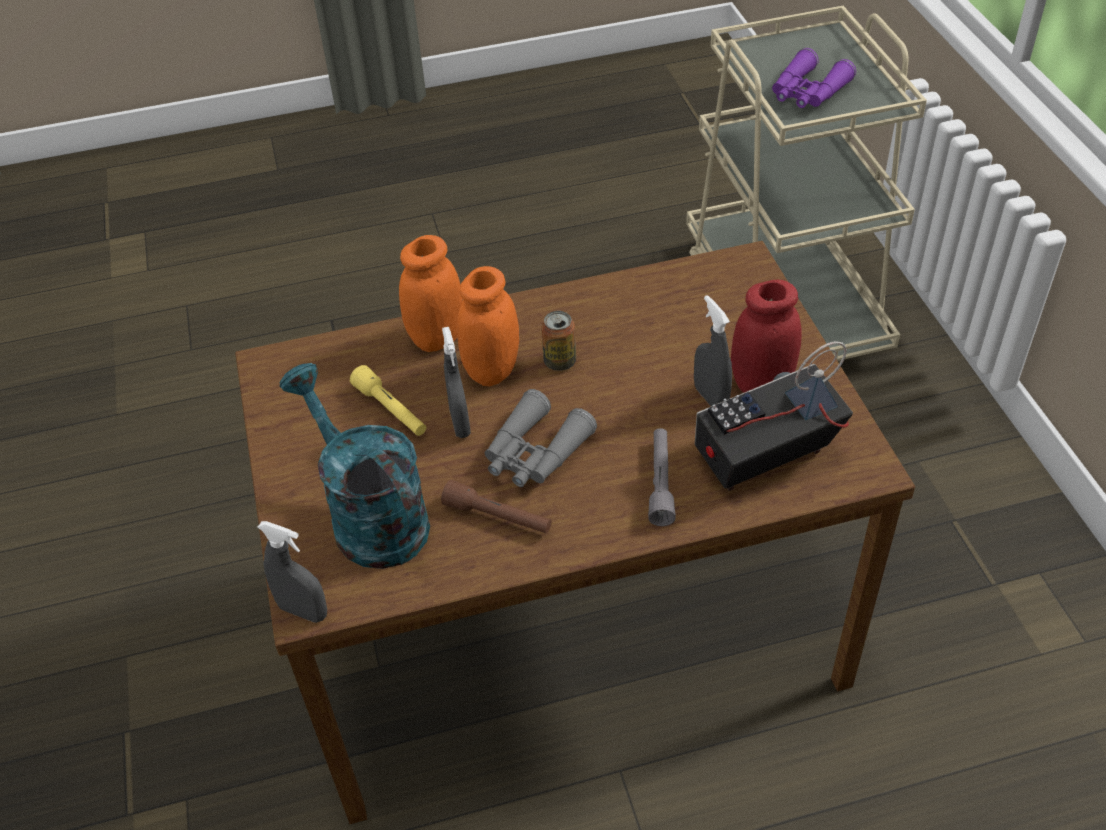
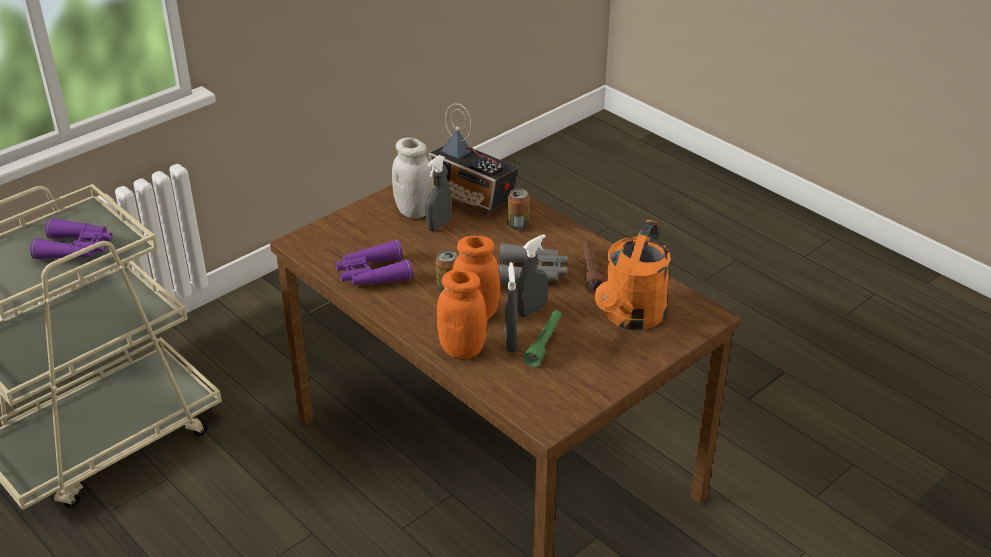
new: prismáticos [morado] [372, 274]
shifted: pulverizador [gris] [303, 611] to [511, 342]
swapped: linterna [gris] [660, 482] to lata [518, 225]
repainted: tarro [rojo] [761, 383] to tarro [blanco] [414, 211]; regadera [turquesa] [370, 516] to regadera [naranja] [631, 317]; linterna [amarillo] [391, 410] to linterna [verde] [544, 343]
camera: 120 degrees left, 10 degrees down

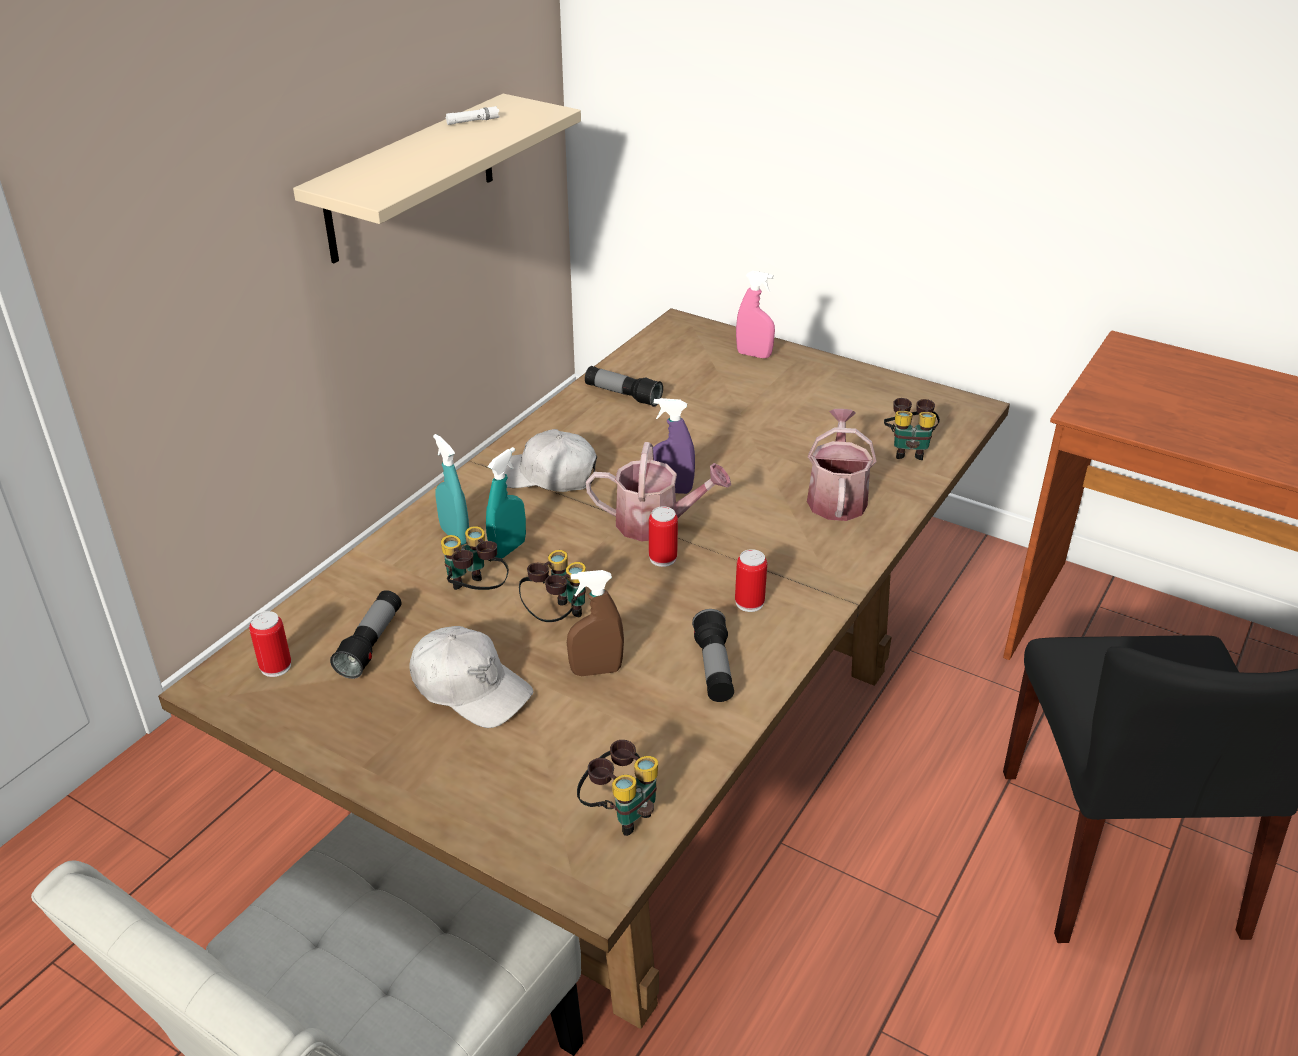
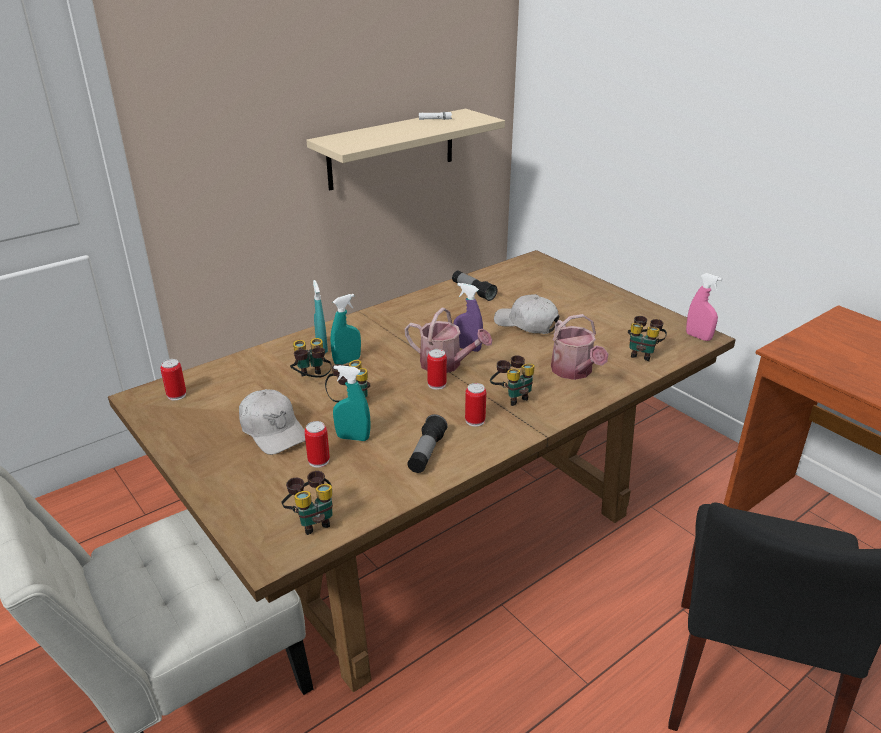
gone: linterna [371, 644]
new: prismáticos [512, 396]; lata [318, 461]
shifted: pulverizador [rosa] [754, 355] to [698, 337]; gorra [blanco] [548, 476] to [526, 324]
repainted: pulverizador [marrón] [596, 670] to pulverizador [turquesa] [353, 438]
rotated: regadera [837, 497] = [574, 372] 135 degrees clockwise
camera: 20 degrees right, 5 degrees down

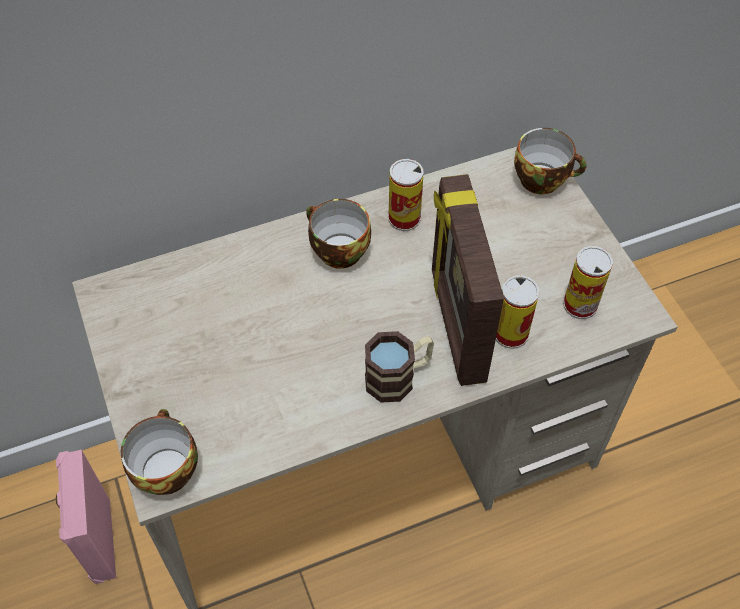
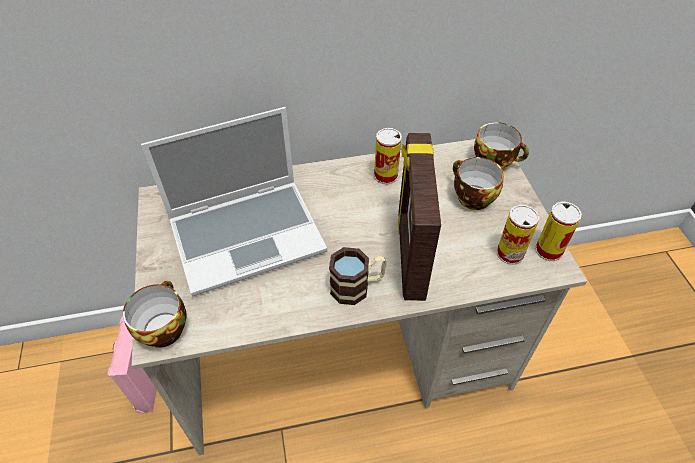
new: portátil [248, 235]
shifted: taza [336, 251] to [471, 197]; lata [511, 334] to [548, 250]
camera: 10 degrees right, 5 degrees down

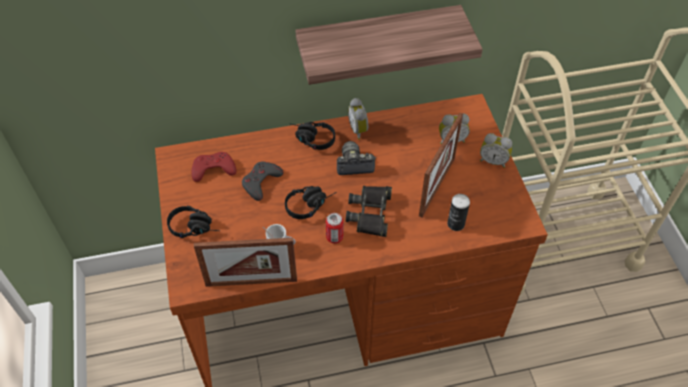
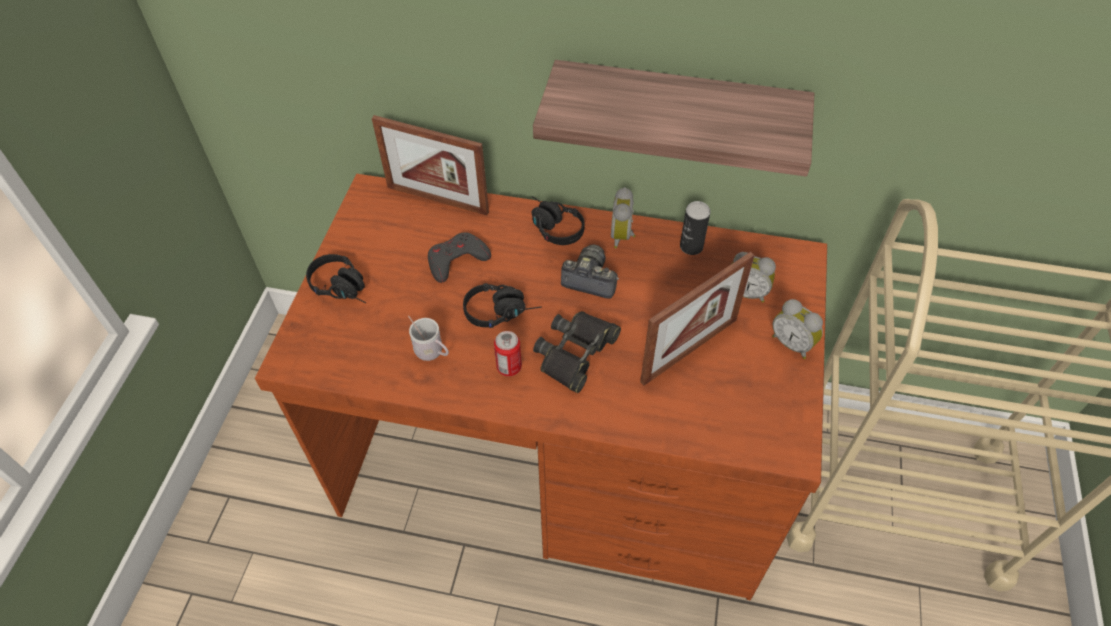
gone: mando de consola [rojo] [213, 169]
shifted: lata [455, 224] to [691, 246]; portarretratos [251, 282] to [437, 199]
camera: 25 degrees right, 0 degrees up

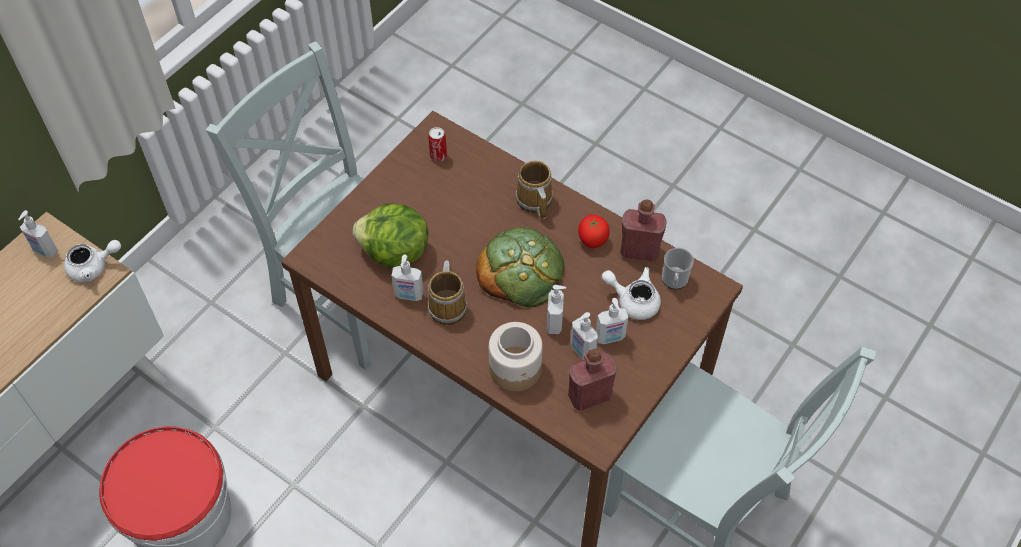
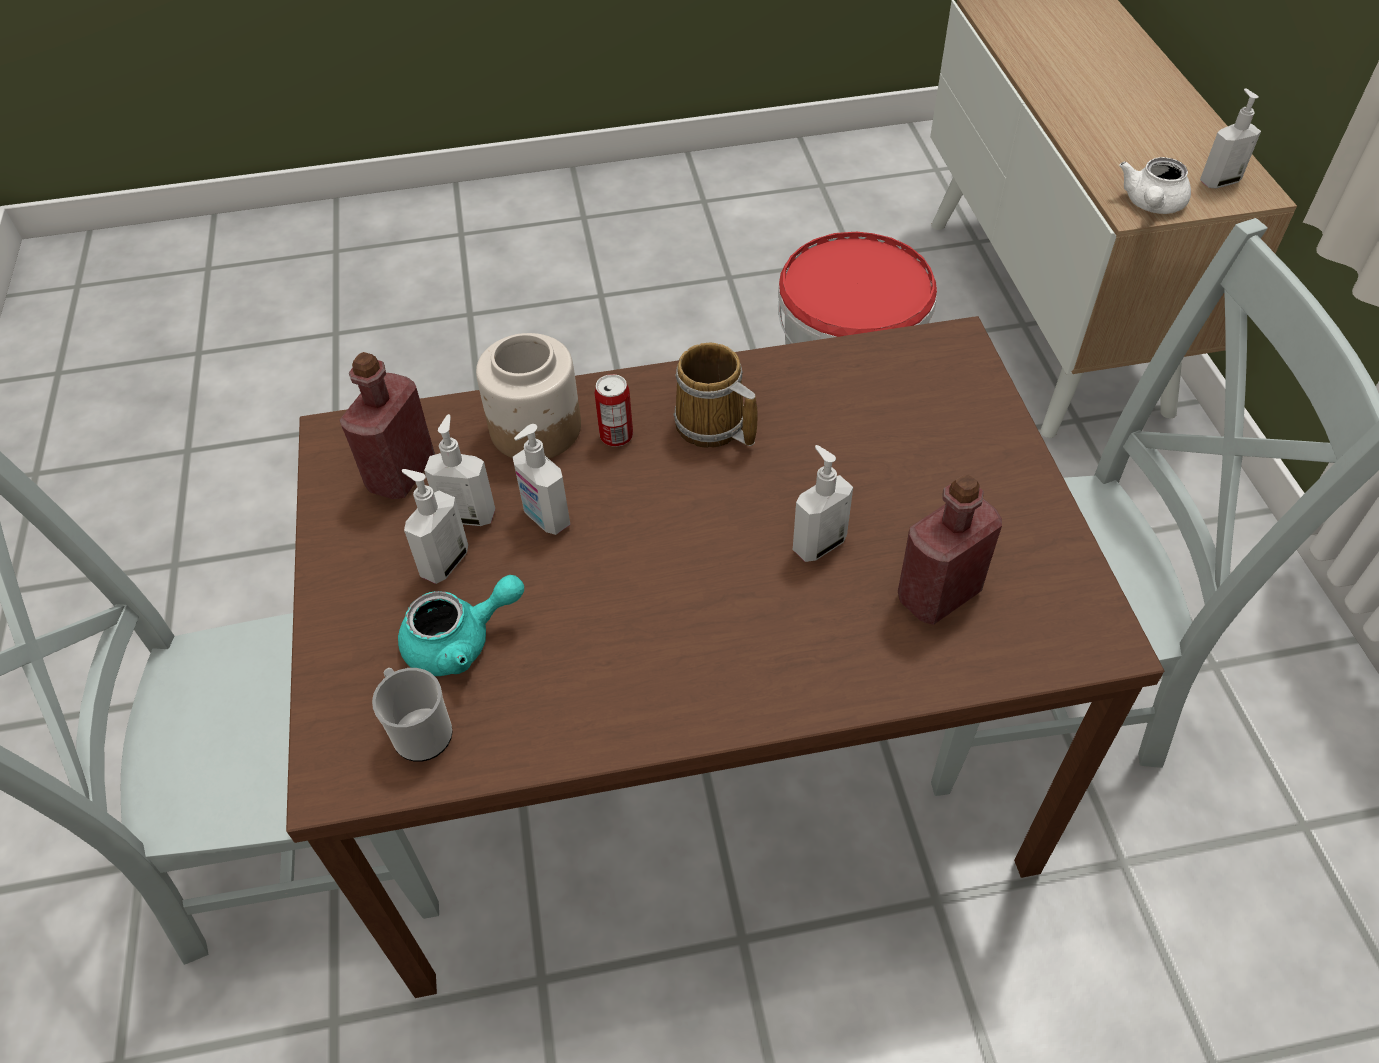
gone: taza grande [534, 201]; lechuga [394, 253]; tomate [592, 240]; pan [521, 270]
shifted: lata [438, 156] to [616, 436]; botella [rojo] [639, 251] to [938, 594]; dispensador de jabón [409, 295] to [818, 544]
repainted: tetera [blanco] [633, 300] to tetera [turquesa] [460, 642]
camera: 135 degrees right, 5 degrees down

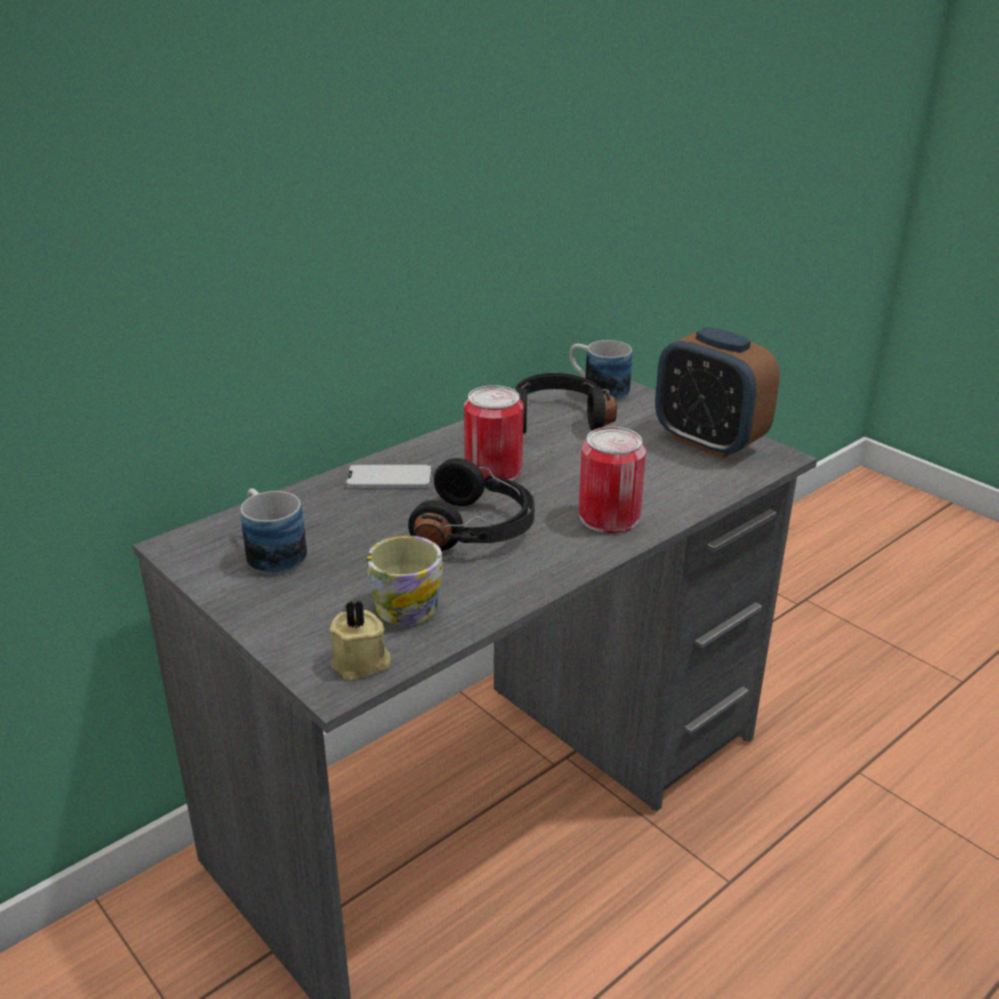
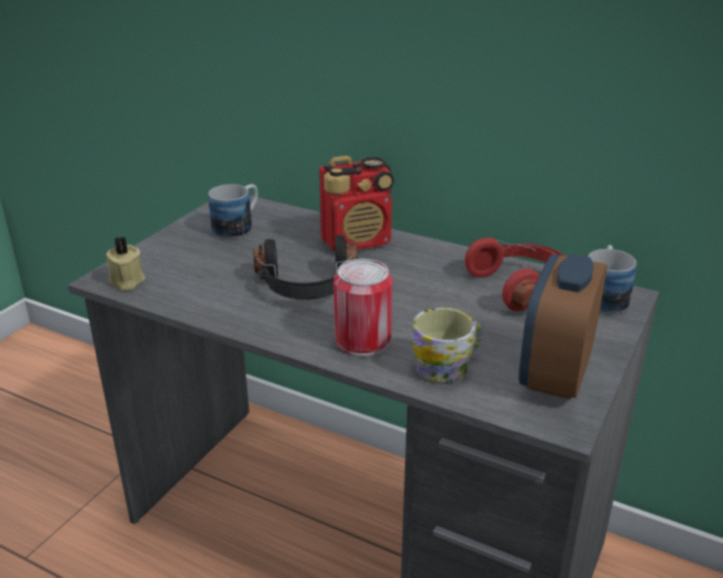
gone: lata [493, 470]
shifted: taza grande [406, 602] to [448, 366]
swapped: móvil [389, 479] to radio [357, 241]
repainted: auriculares [negro] [556, 418] to auriculares [rojo] [521, 286]
camera: 70 degrees right, 0 degrees up

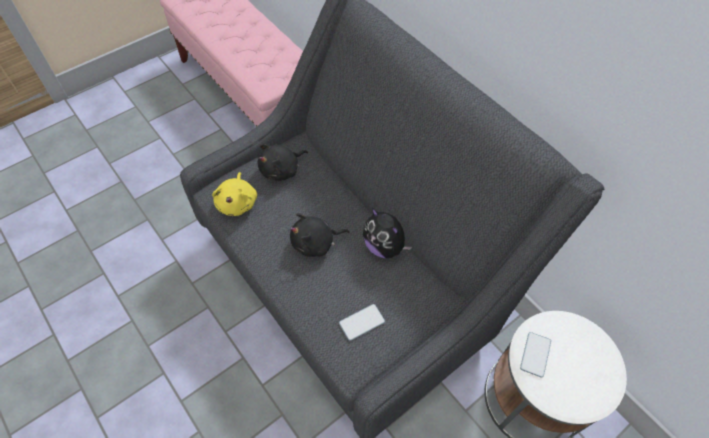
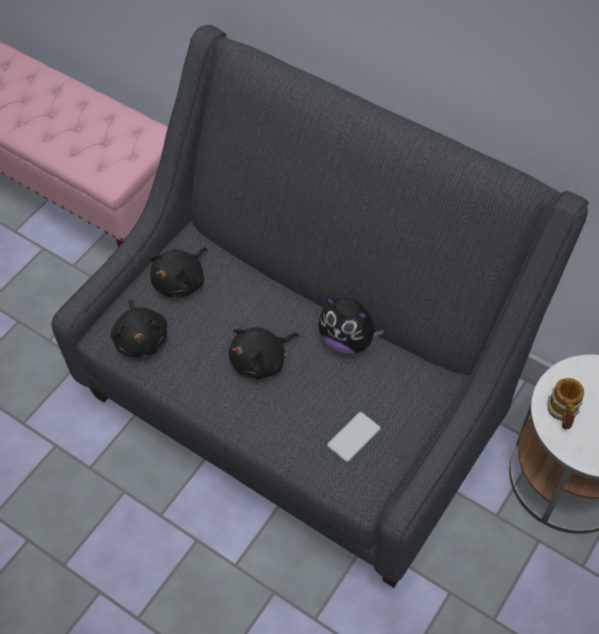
swapped: móvil [535, 354] to taza grande [562, 414]
repainted: peluche [amarillo] [237, 202] to peluche [negro] [141, 338]
camera: 15 degrees left, 0 degrees up

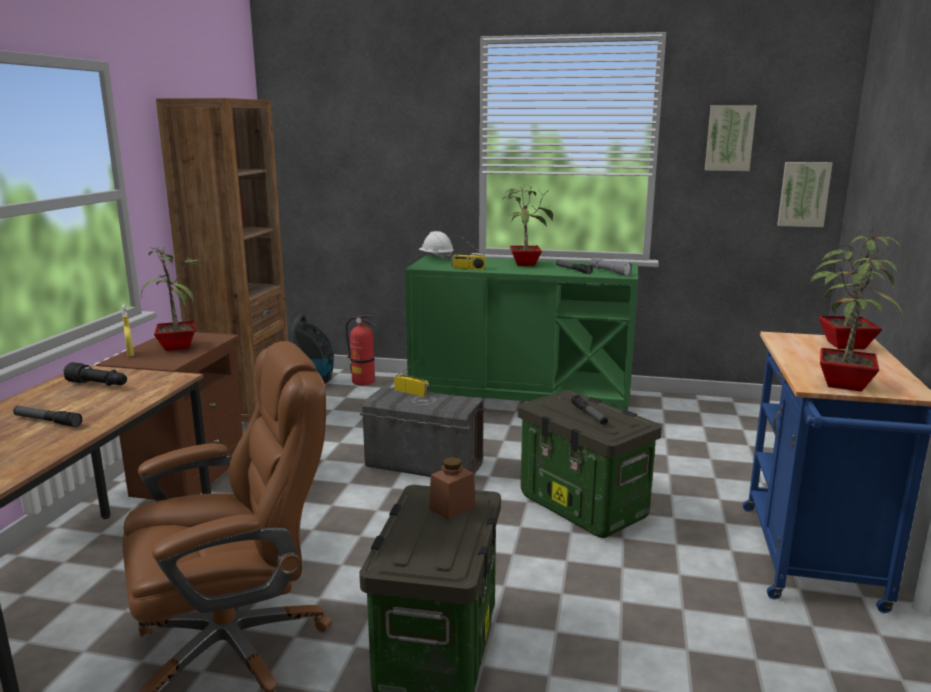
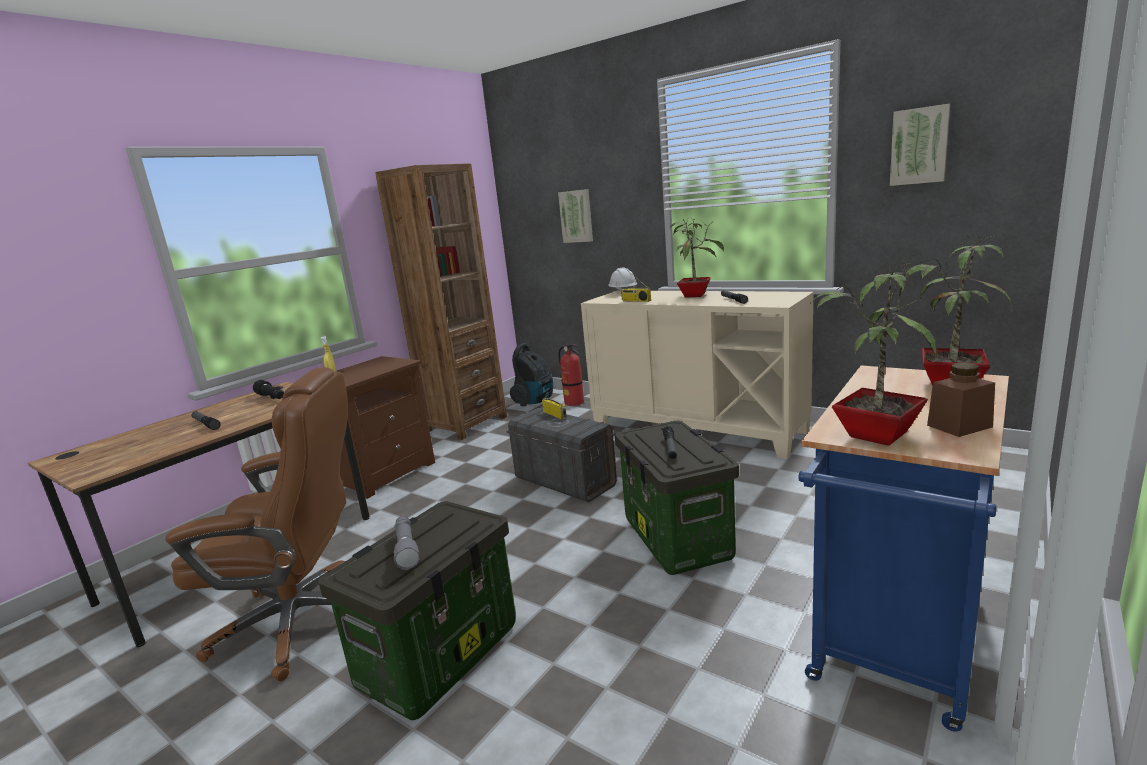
gone: planta en maceta [180, 347]
shifted: cuadro [803, 194] to [576, 216]; linterna [gris] [608, 272] to [406, 548]; tarro [marrón] [452, 508] to [959, 426]
repainted: armario [verde] [520, 402] to armario [beis] [697, 428]
camera: 25 degrees right, 0 degrees up

